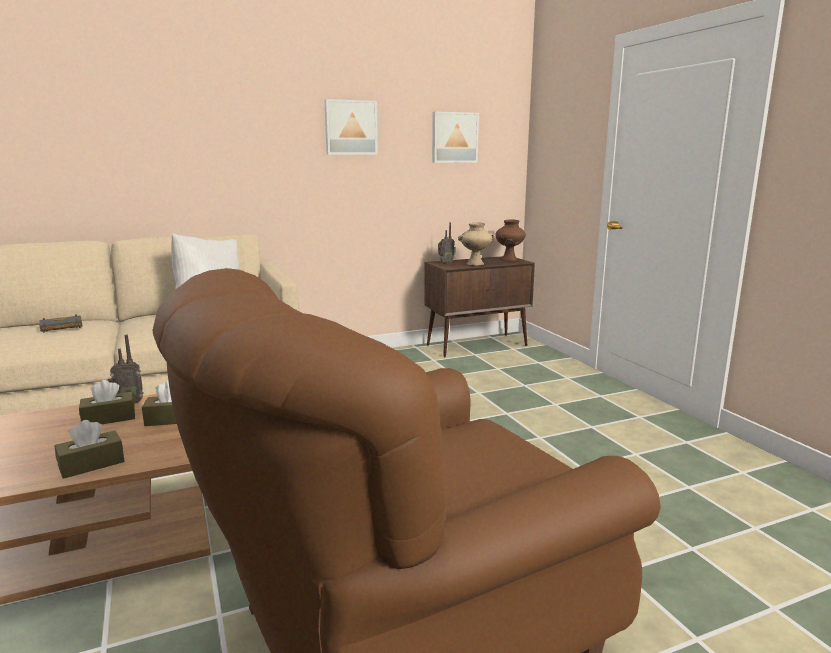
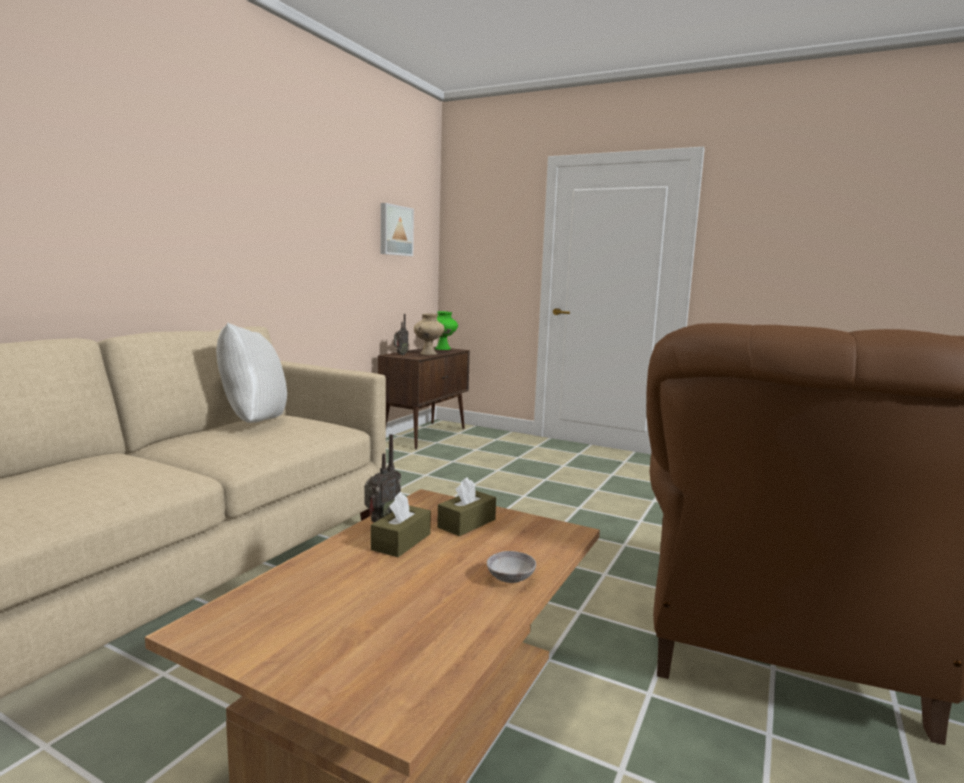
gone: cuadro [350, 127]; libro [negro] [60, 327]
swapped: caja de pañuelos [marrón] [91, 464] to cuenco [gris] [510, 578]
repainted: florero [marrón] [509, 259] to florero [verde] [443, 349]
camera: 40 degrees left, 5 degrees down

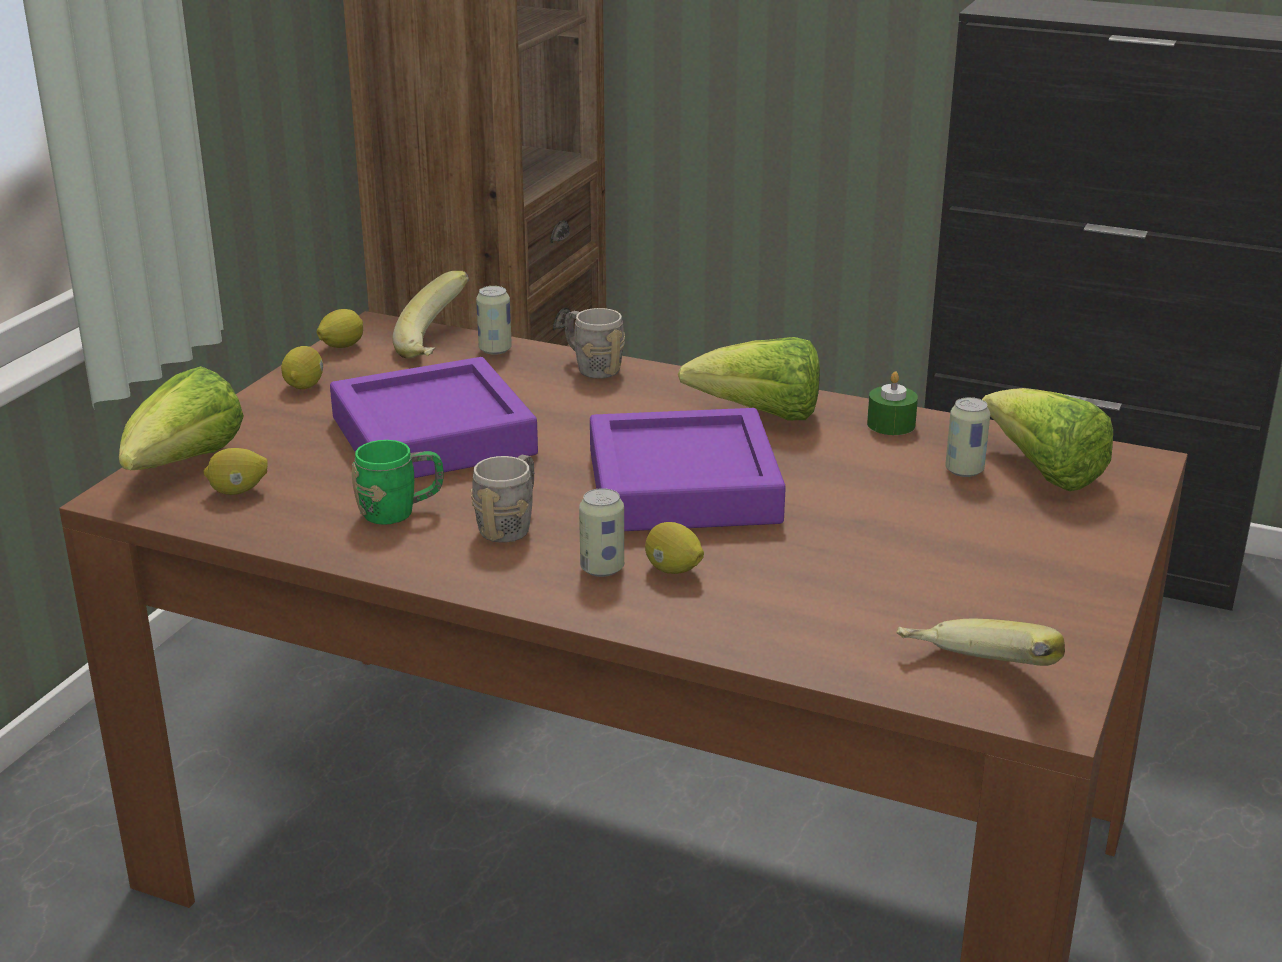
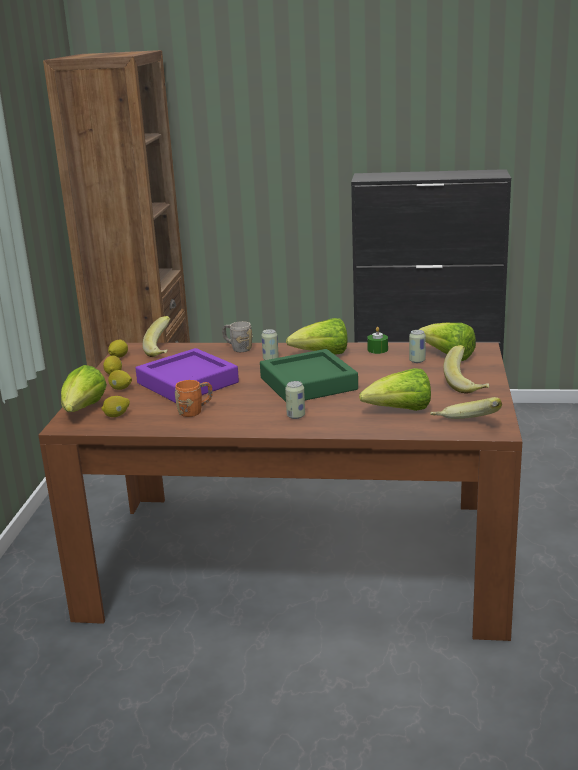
gone: taza grande [gris] [510, 525]
new: plátano [468, 385]; lechuga [400, 411]
shifted: lata [495, 349] to [270, 359]; limón [673, 570] to [120, 389]
repainted: bandeja [morado] [683, 486] to bandeja [verde] [308, 383]; taza grande [verde] [400, 512] to taza grande [naranja] [195, 411]
camera: 15 degrees left, 5 degrees down

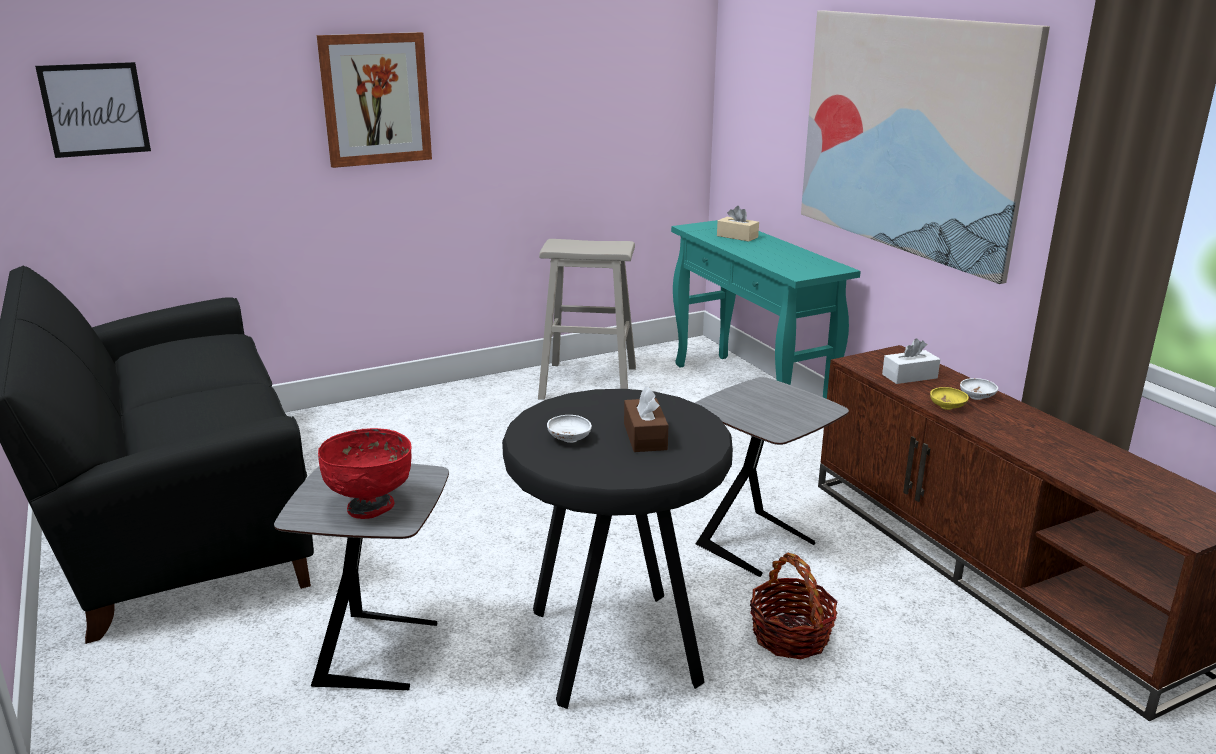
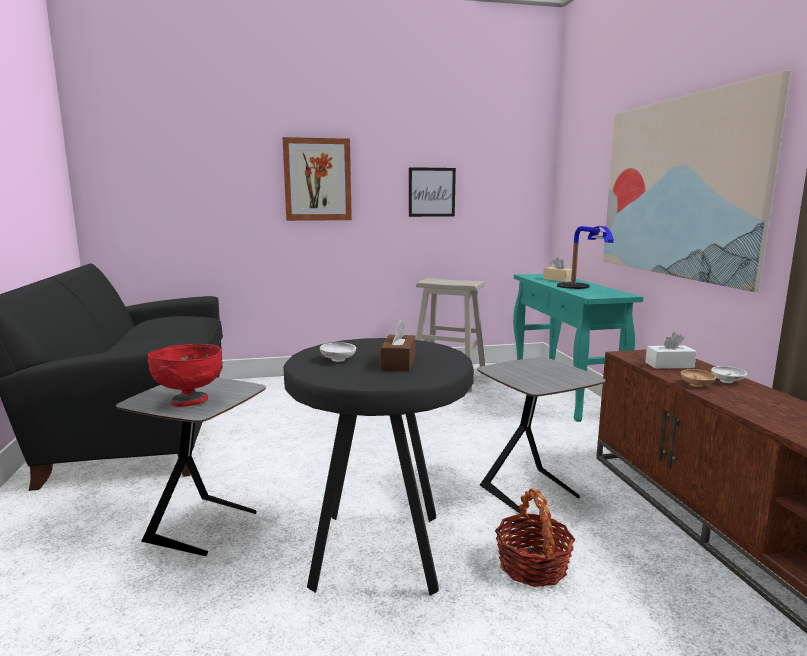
new: lámpara de mesa [580, 289]
shifted: cuadro [95, 109] to [431, 192]
repainted: cuenco [amarillo] [947, 406] to cuenco [marrón] [696, 385]
camera: 15 degrees right, 10 degrees down

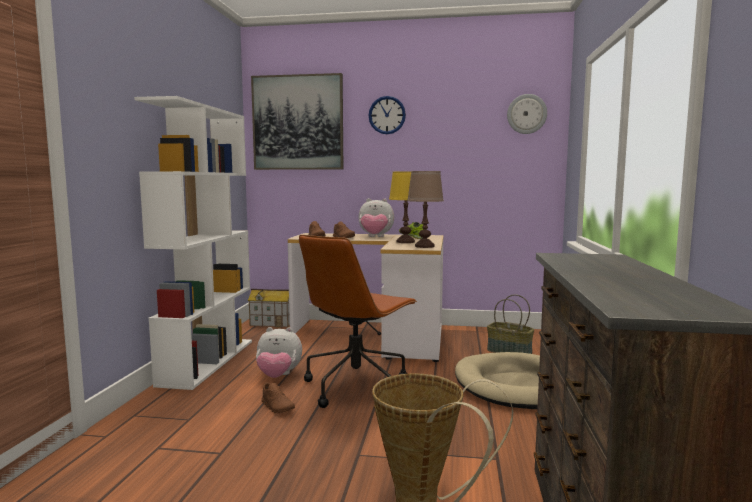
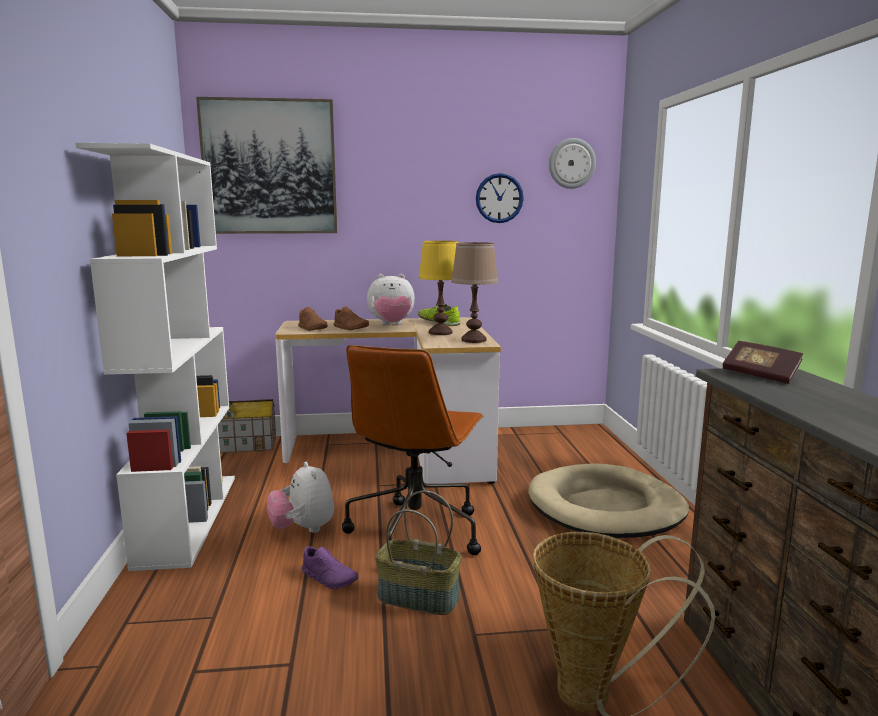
new: libro [760, 375]
shifted: reloj de pared [387, 115] to [499, 198]; cesta [508, 351] to [417, 598]
repainted: zapato [marrón] [277, 407] to zapato [morado] [329, 578]
rotated: peluche [278, 376] = [303, 529] 75 degrees clockwise
camera: 15 degrees left, 5 degrees up

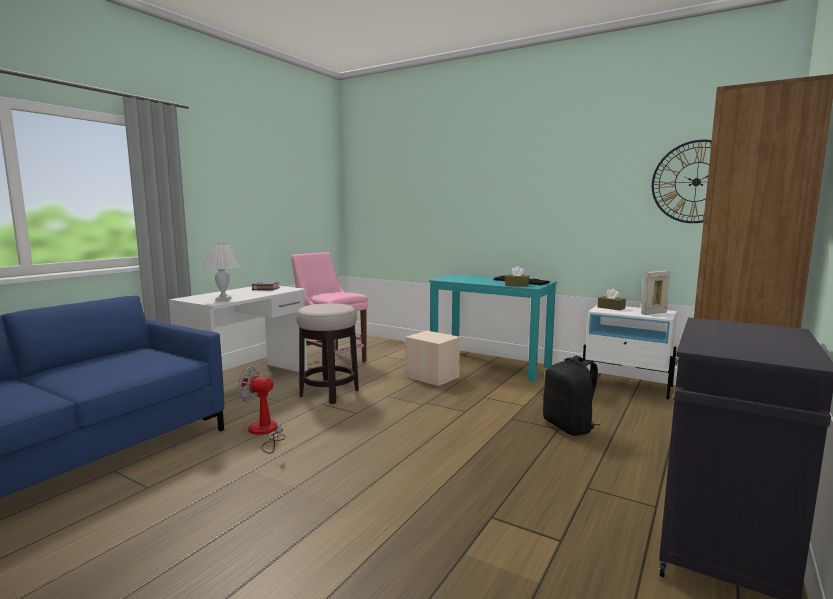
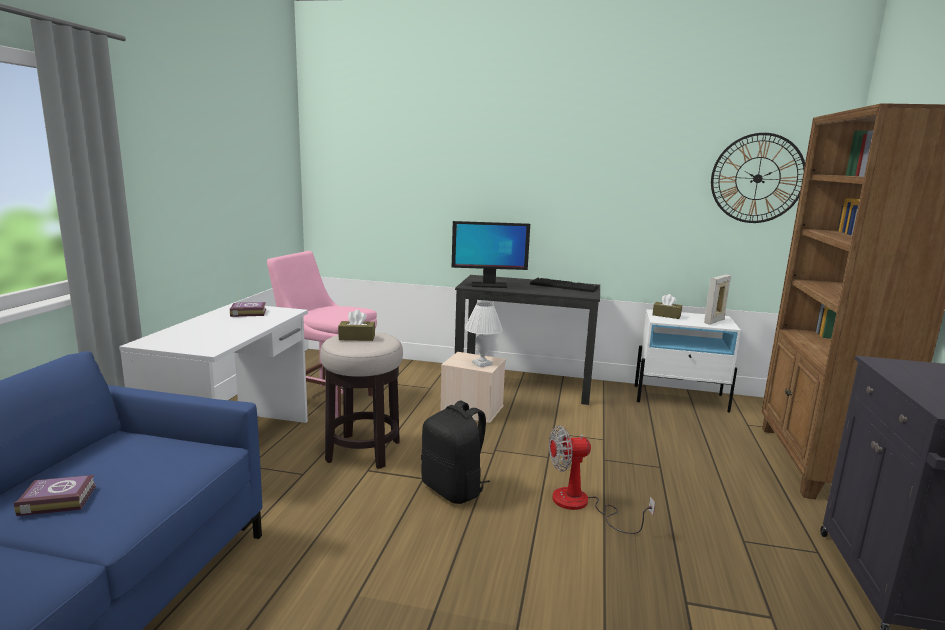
new: monitor [488, 285]; libro [56, 499]
shifted: lámpara de mesa [blanco] [223, 299] to [481, 363]; caja de pañuelos [marrón] [517, 285] to [357, 337]; mochila [negro] [569, 427] to [454, 489]; ventilador [265, 432] to [582, 505]
repainted: escritorio [turquesa] [490, 365] to escritorio [negro] [524, 384]
camera: 20 degrees left, 5 degrees up

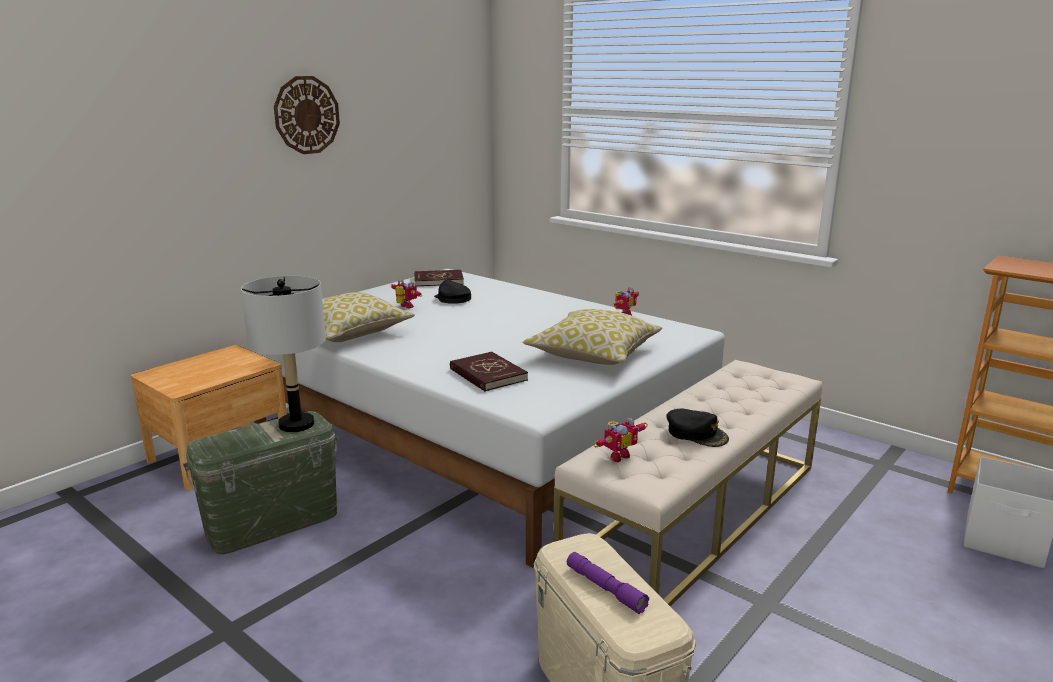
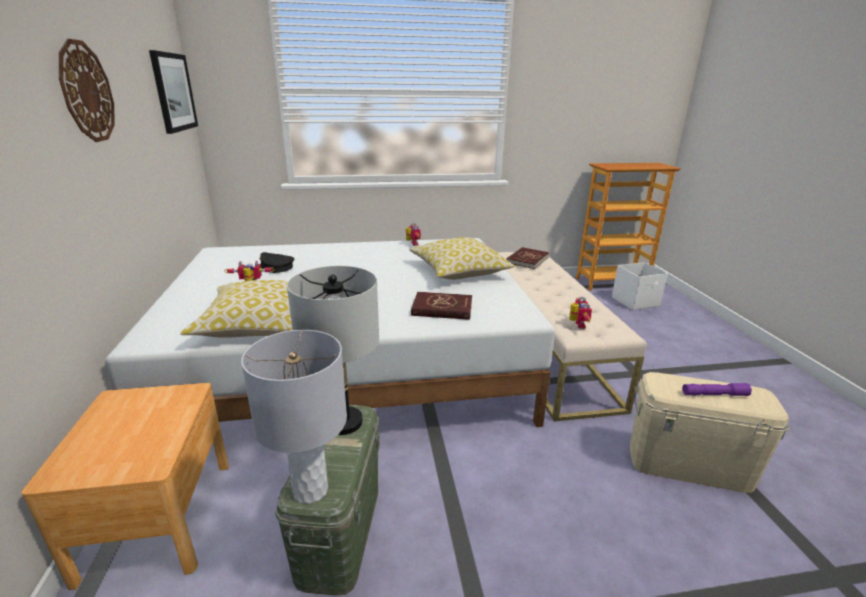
gone: gorra [negro] [696, 433]
new: cuadro [173, 92]; lámpara de mesa [gris] [311, 490]
shifted: libro [rojo] [438, 281] to [527, 260]
camera: 50 degrees left, 5 degrees up

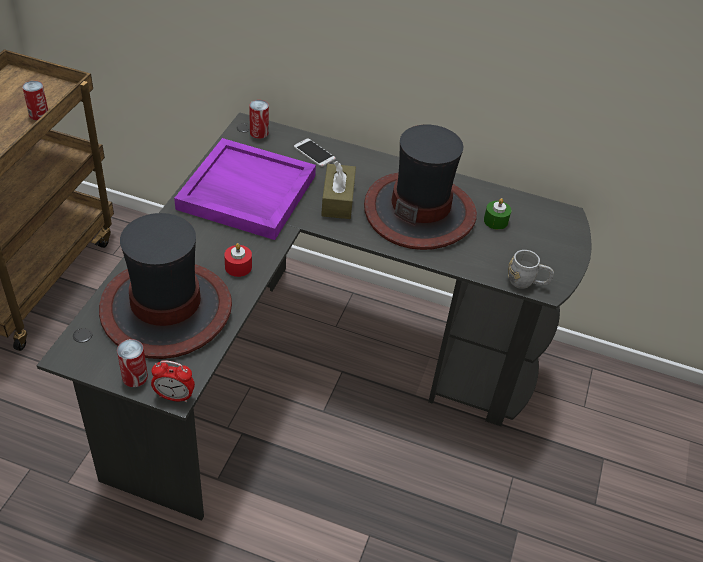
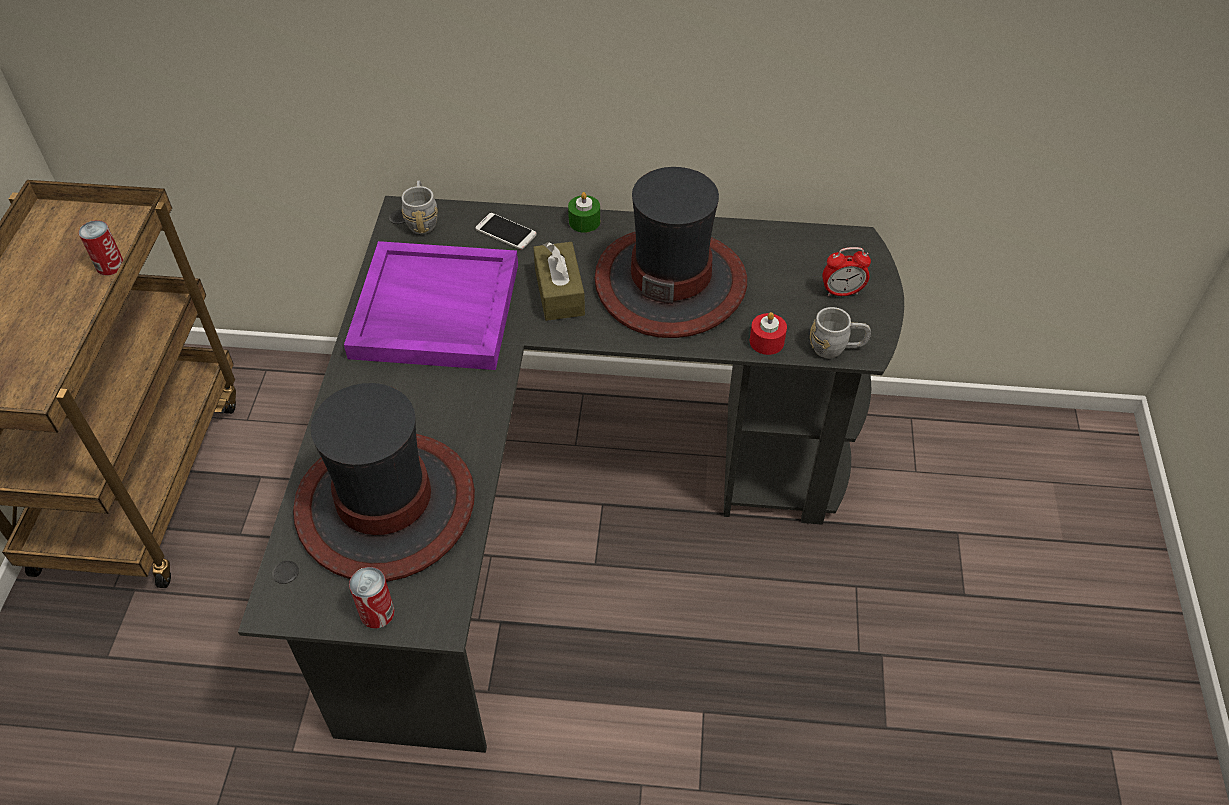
shifted: vela [verde] [495, 221] to [584, 221]; vela [rojo] [238, 267] to [766, 341]; despertador [174, 396] to [842, 292]
swapped: lata [259, 132] to taza grande [gris] [422, 220]
camera: 10 degrees left, 5 degrees up

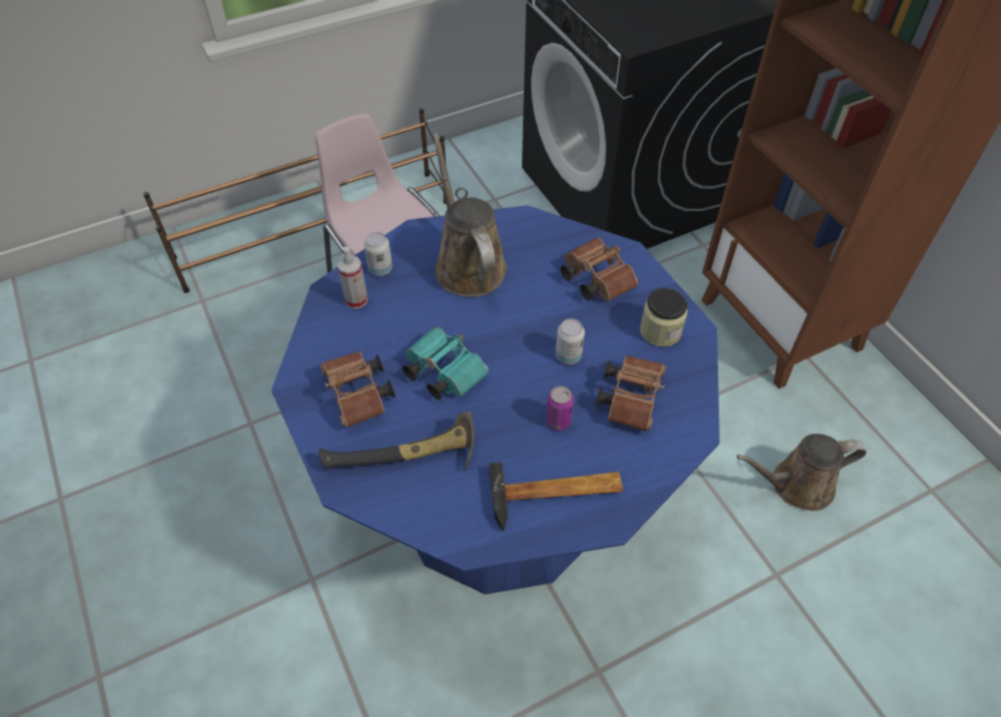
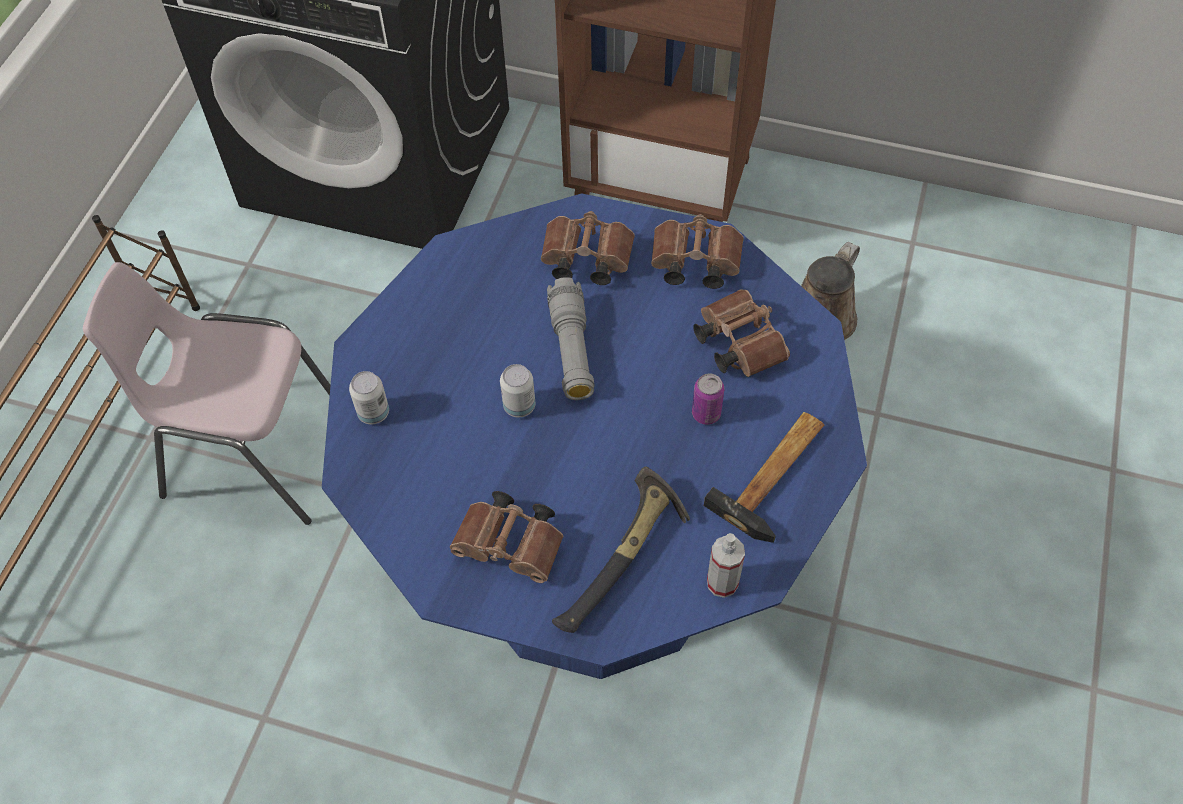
gone: regadera [marrón] [467, 264]; prismáticos [turquesa] [442, 372]
new: linterna [gris] [572, 349]
shifted: pulverizador [356, 300] to [722, 582]; lata [568, 356] to [519, 406]
swapped: tarro [660, 331] to prismáticos [marrón] [693, 264]
camera: 45 degrees left, 5 degrees up

